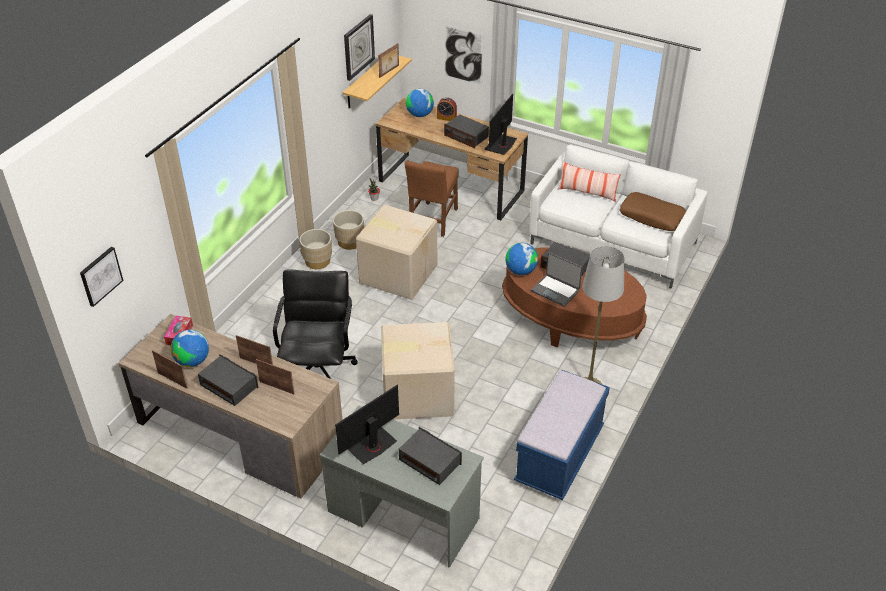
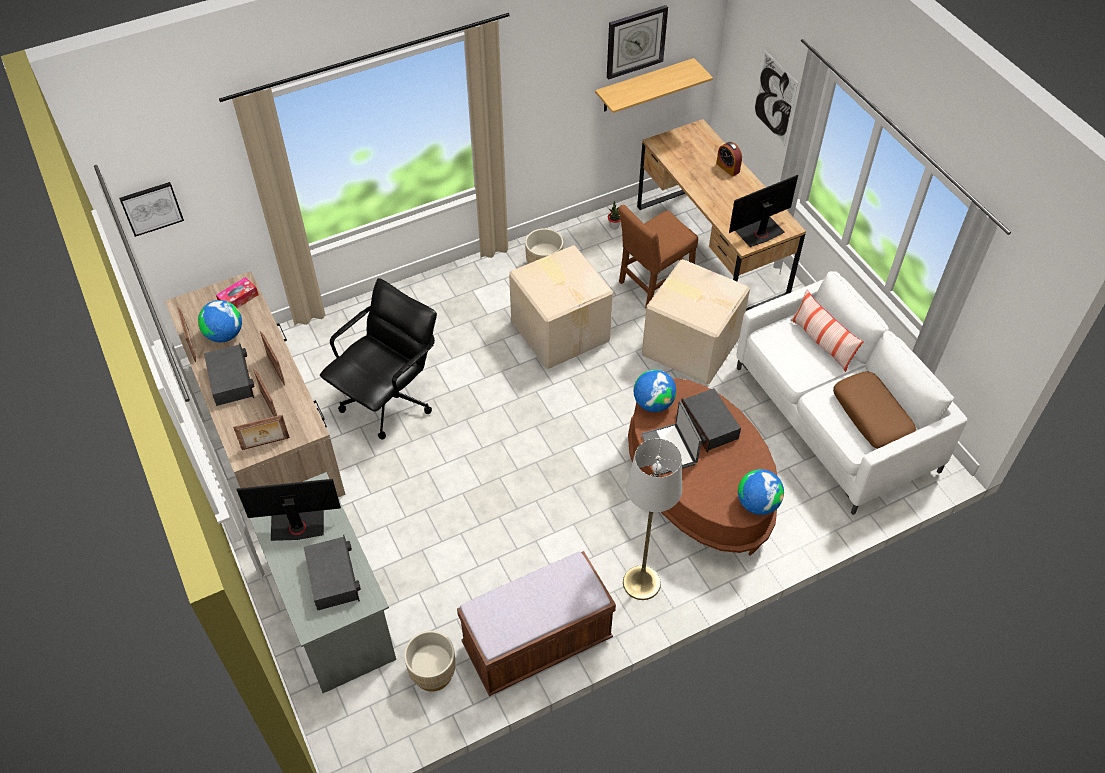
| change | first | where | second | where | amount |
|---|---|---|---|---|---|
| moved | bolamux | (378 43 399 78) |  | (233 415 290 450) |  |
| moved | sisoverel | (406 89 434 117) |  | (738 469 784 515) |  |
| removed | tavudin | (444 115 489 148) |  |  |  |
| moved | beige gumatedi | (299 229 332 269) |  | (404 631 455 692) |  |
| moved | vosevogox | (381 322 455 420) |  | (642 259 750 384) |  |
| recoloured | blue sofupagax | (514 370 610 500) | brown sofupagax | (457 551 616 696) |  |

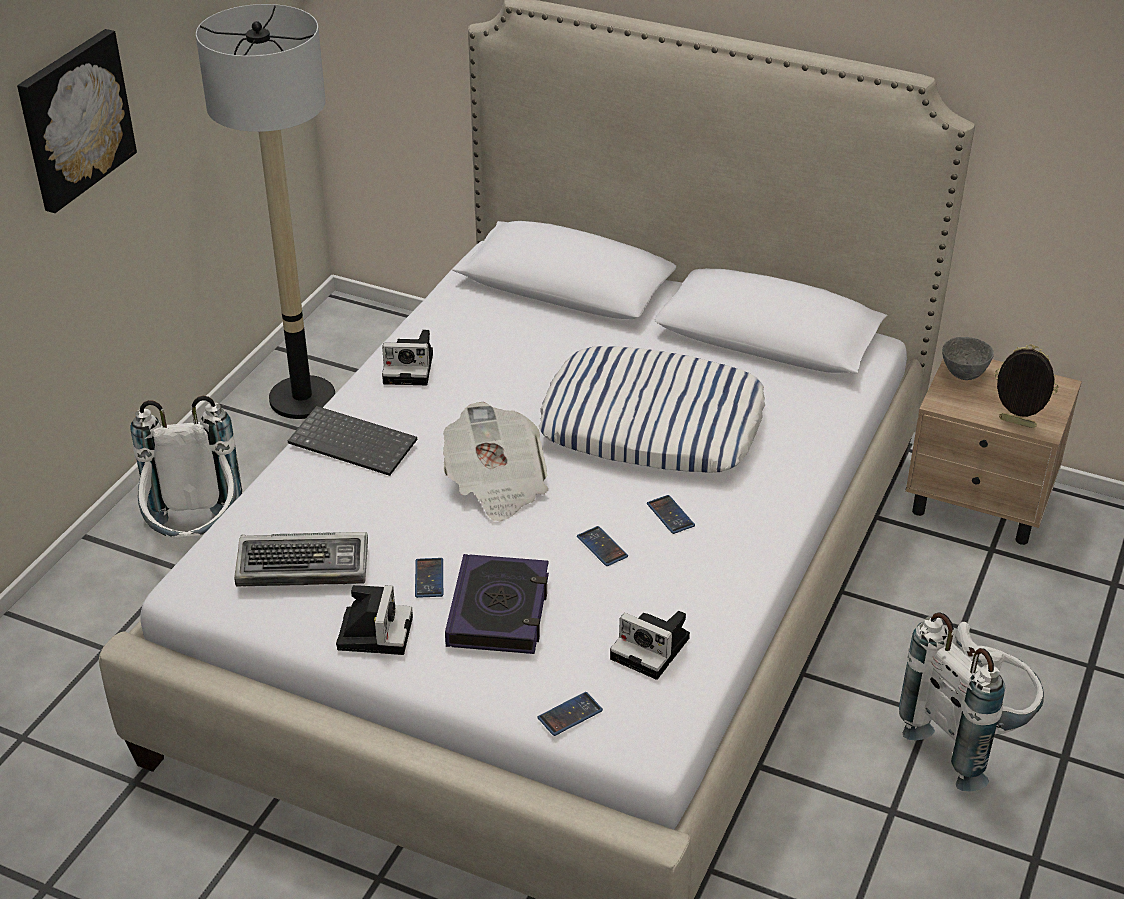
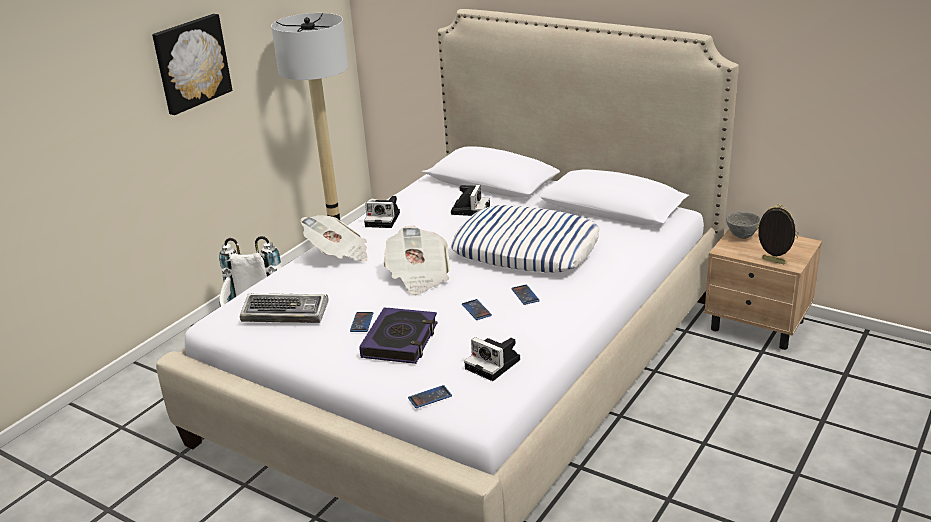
| change | first | where | second | where | amount |
|---|---|---|---|---|---|
| replaced | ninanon | (288 406 418 476) | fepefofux | (300 215 368 261) |  |
| moved | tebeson | (336 585 413 655) |  | (451 185 490 216) |  |
| removed | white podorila | (899 612 1044 792) |  |  |  |

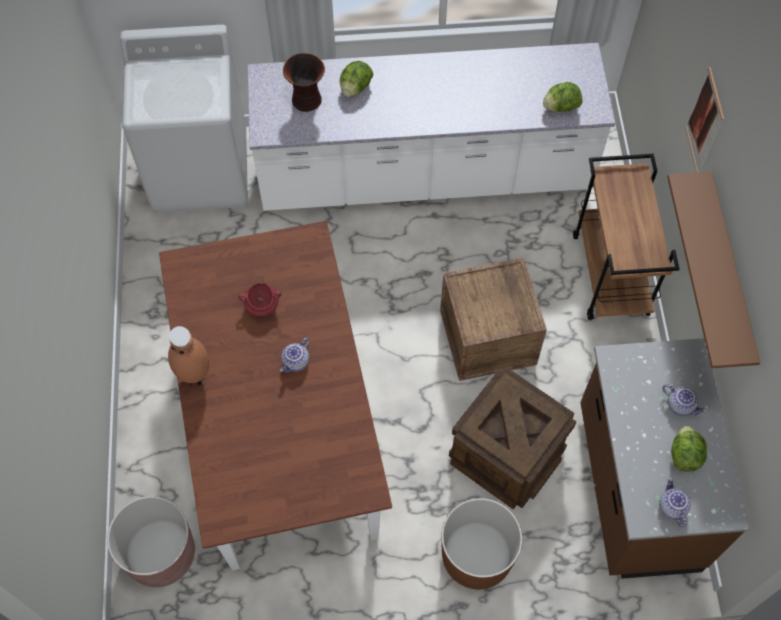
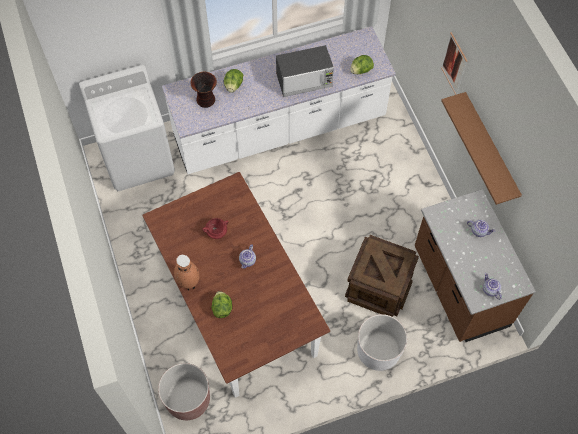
| change | first | where | second | where | amount |
|---|---|---|---|---|---|
| removed | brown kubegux | (573 154 680 320) |  |  |  |
| removed | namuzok | (440 257 547 381) |  |  |  |
| moved | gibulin | (671 426 707 471) |  | (211 291 232 318) |  |
| recoloured | brown gumatedi | (441 498 522 589) | white gumatedi | (357 314 407 371) |  |
| added |  |  | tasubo | (276 45 334 97) |  |

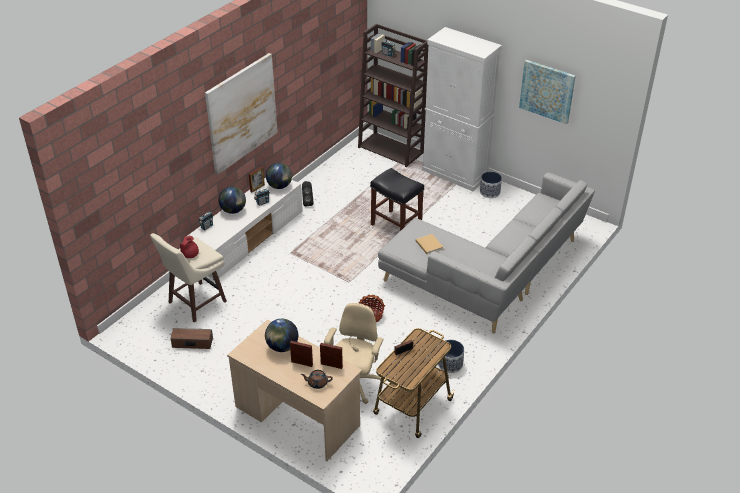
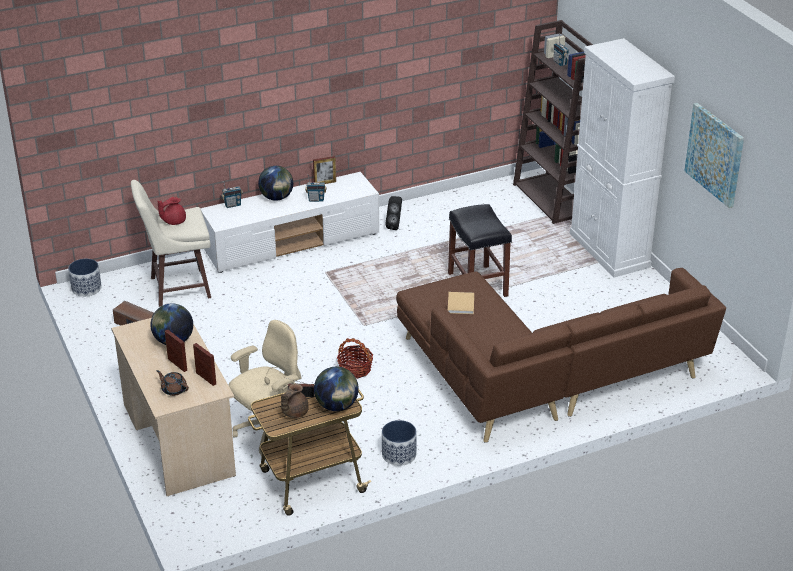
| change | first | where | second | where | amount |
|---|---|---|---|---|---|
| removed | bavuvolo | (205 53 278 175) |  |  |  |
| moved | sisoverel | (266 163 292 189) |  | (314 367 359 411) |  |
| recoloured | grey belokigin | (378 172 595 333) | brown belokigin | (396 268 726 443) |  |
| moved | gumatedi | (480 172 502 198) |  | (68 259 102 297) |  |
| added |  |  | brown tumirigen | (281 384 309 418) |  |

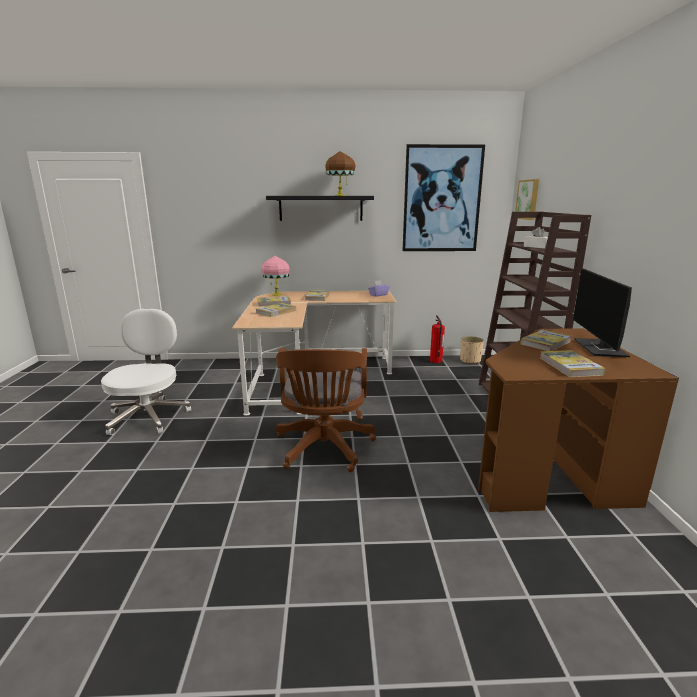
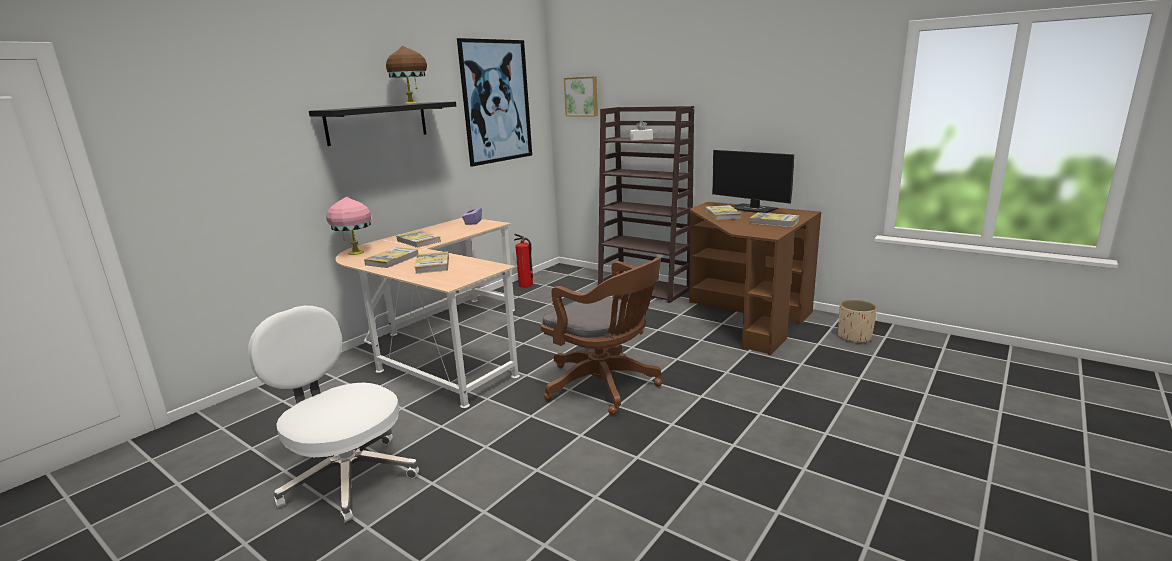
| change | first | where | second | where | amount |
|---|---|---|---|---|---|
| moved | beige gumatedi | (460 336 484 364) |  | (838 299 877 344) |  |

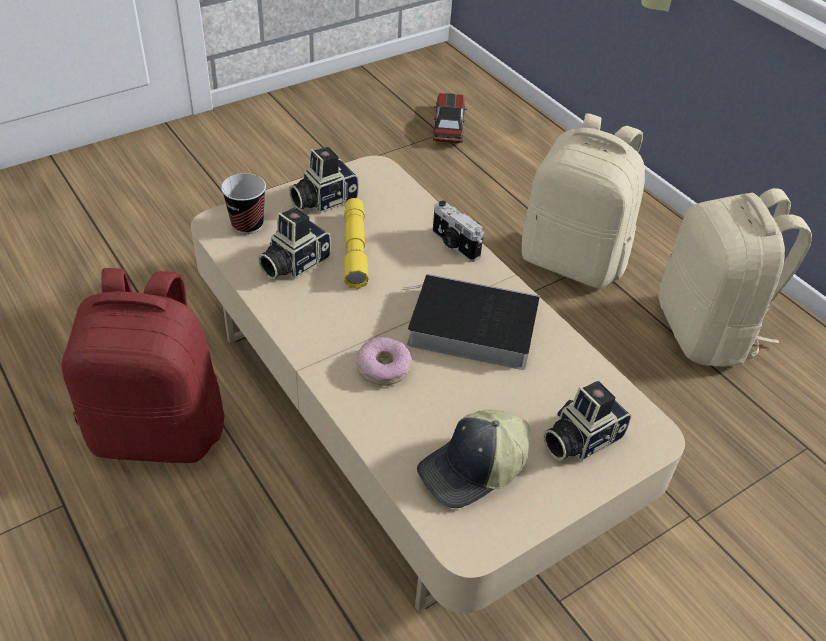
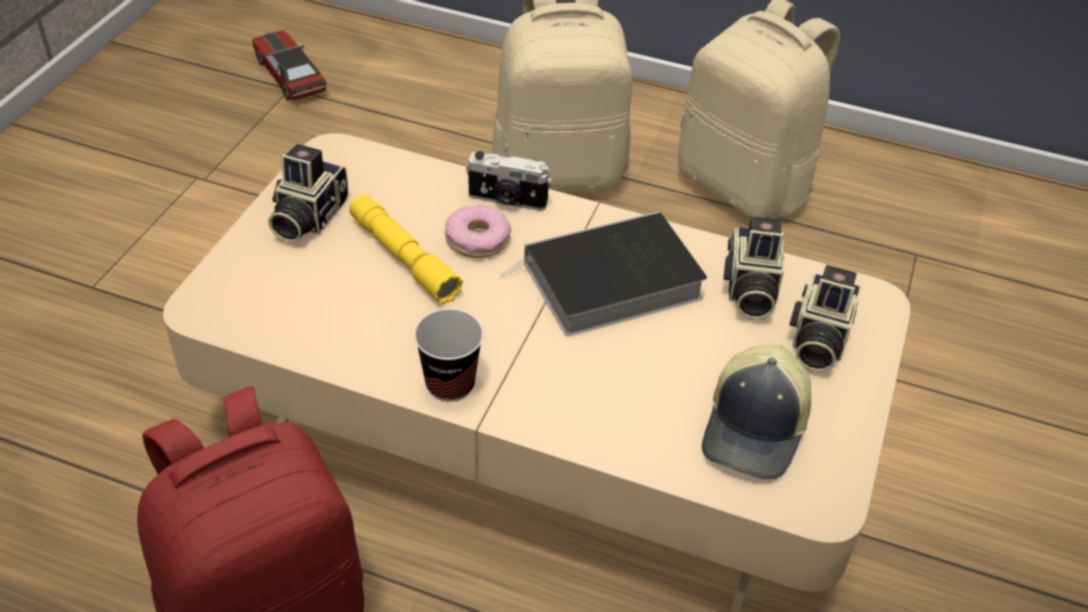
| change | first | where | second | where | amount |
|---|---|---|---|---|---|
| moved | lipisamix | (221 173 266 234) |  | (414 309 484 402) |  |
| moved | tebeson | (258 207 331 279) |  | (723 216 784 319) |  |
| moved | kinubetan | (356 337 411 386) |  | (445 205 511 258) |  |

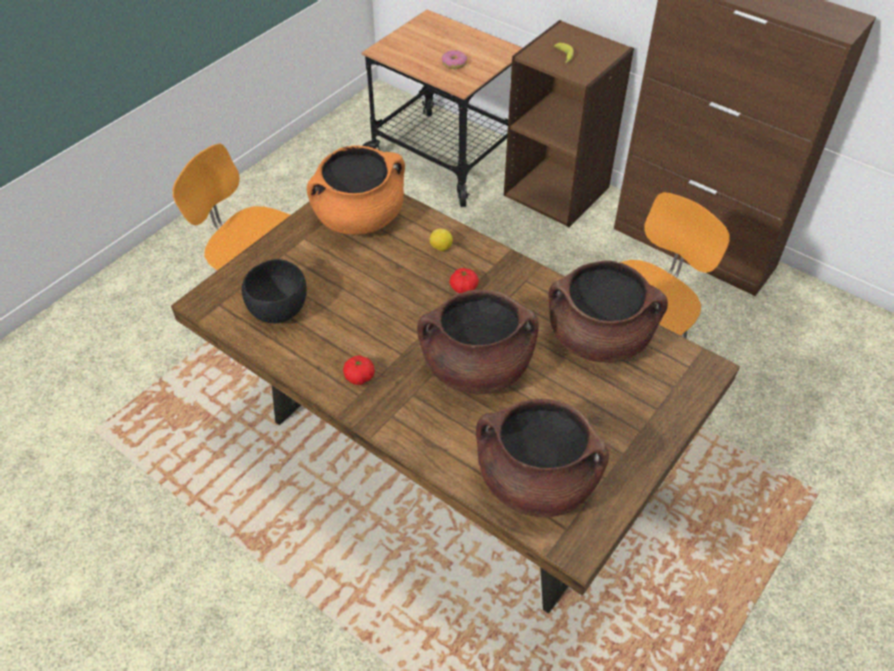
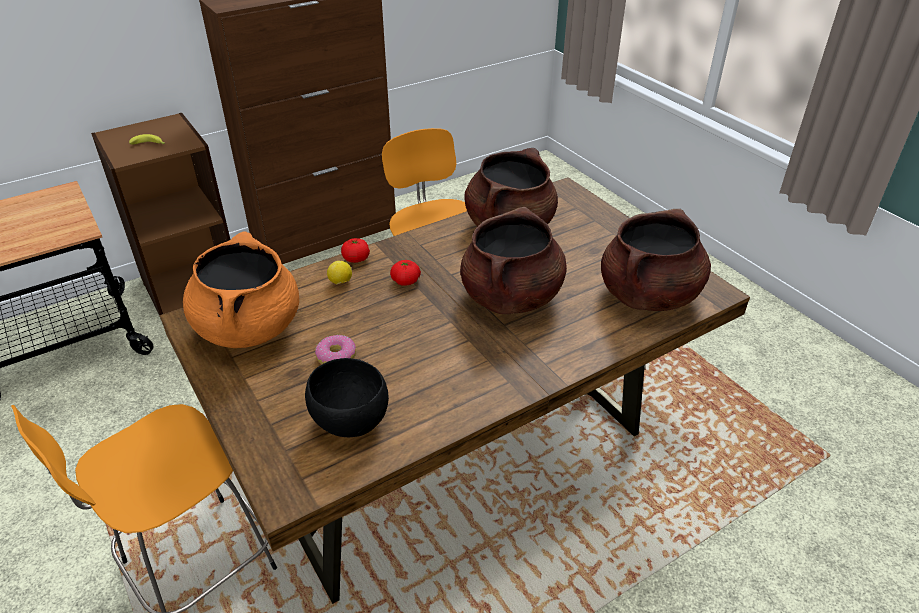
| change | first | where | second | where | amount |
|---|---|---|---|---|---|
| moved | kinubetan | (442 50 467 69) |  | (315 335 356 364) |  |
| moved | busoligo | (343 355 375 385) |  | (341 238 370 263) |  |

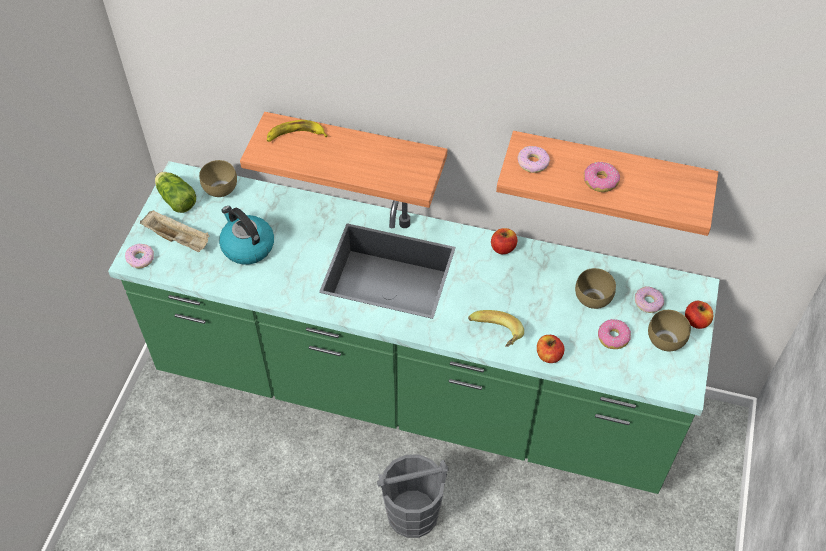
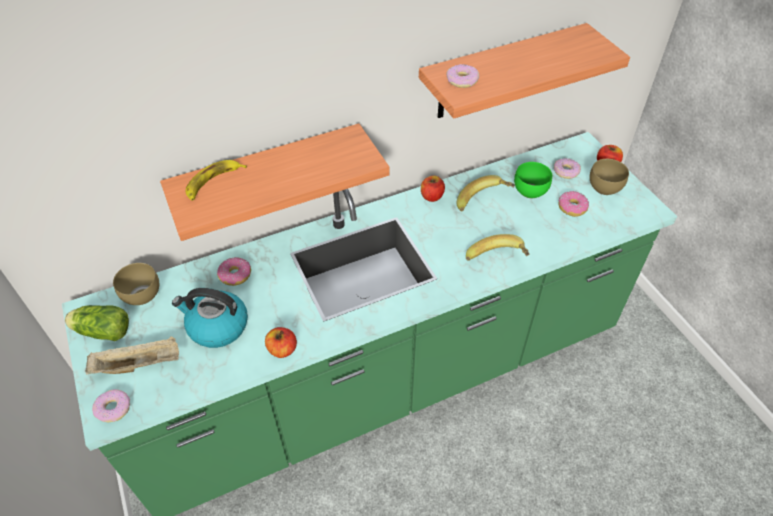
| change | first | where | second | where | amount |
|---|---|---|---|---|---|
| moved | kinubetan | (584 162 620 192) |  | (217 257 251 286) |  |
| recoloured | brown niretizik | (575 268 616 309) | green niretizik | (514 162 552 198) |  |
| moved | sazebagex | (537 335 564 363) |  | (265 327 297 358) |  |
| removed | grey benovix | (377 455 448 538) |  |  |  |
| added |  |  | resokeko | (456 175 515 211) |  |

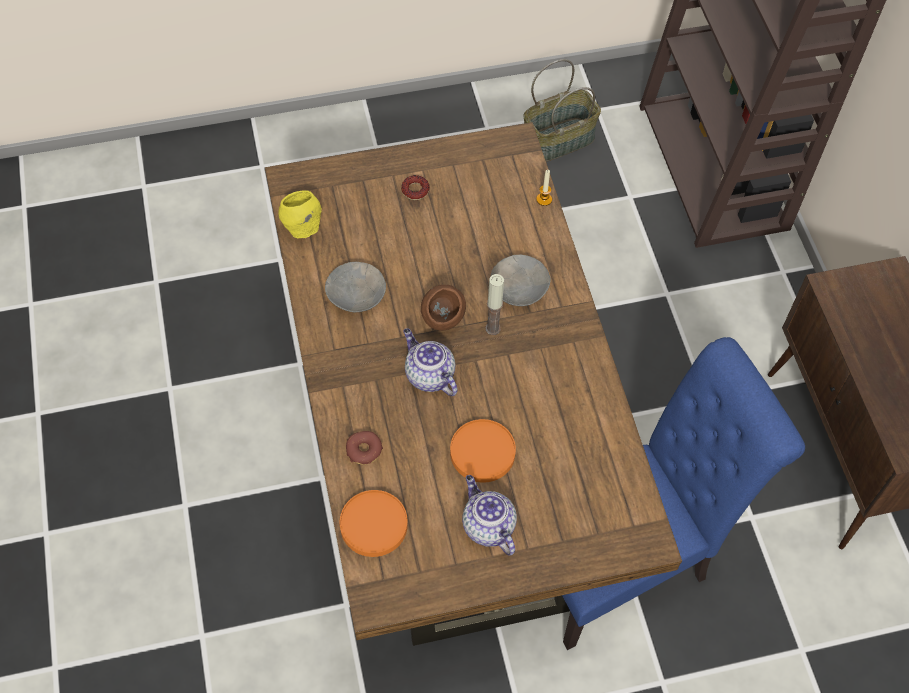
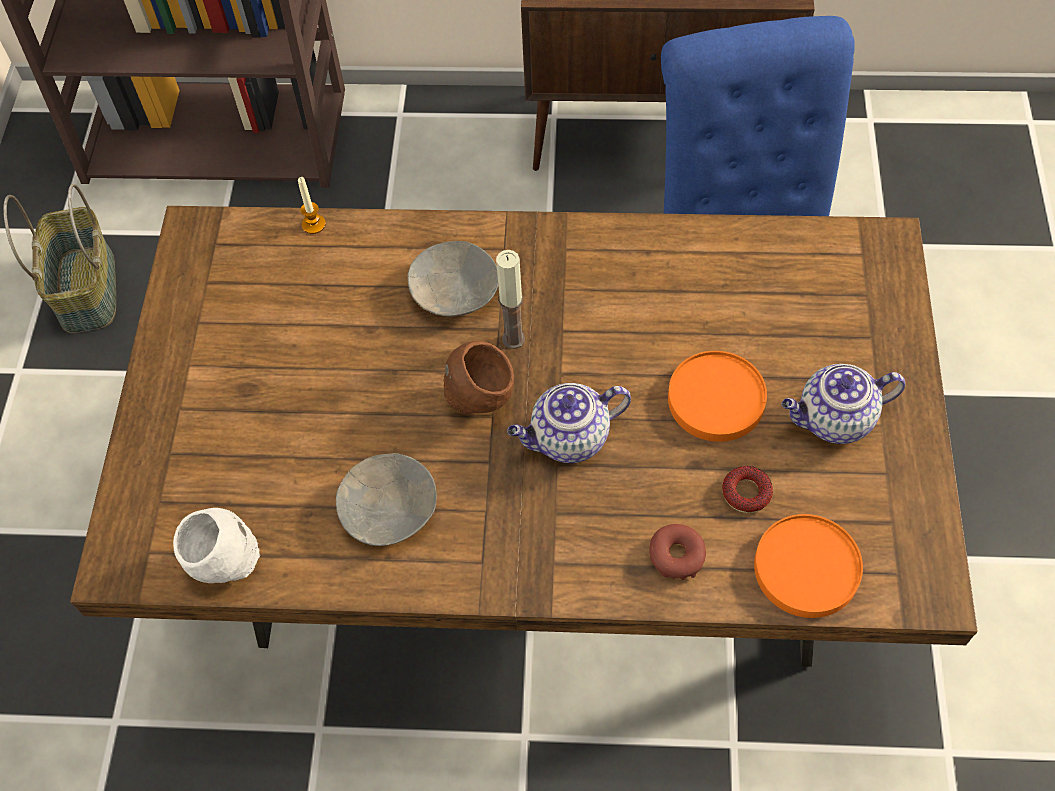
| change | first | where | second | where | amount |
|---|---|---|---|---|---|
| moved | kinubetan | (401 175 430 200) |  | (722 466 773 513) |  |
| recoloured | yellow niretizik | (278 190 322 239) | white niretizik | (173 508 260 583) |  |

